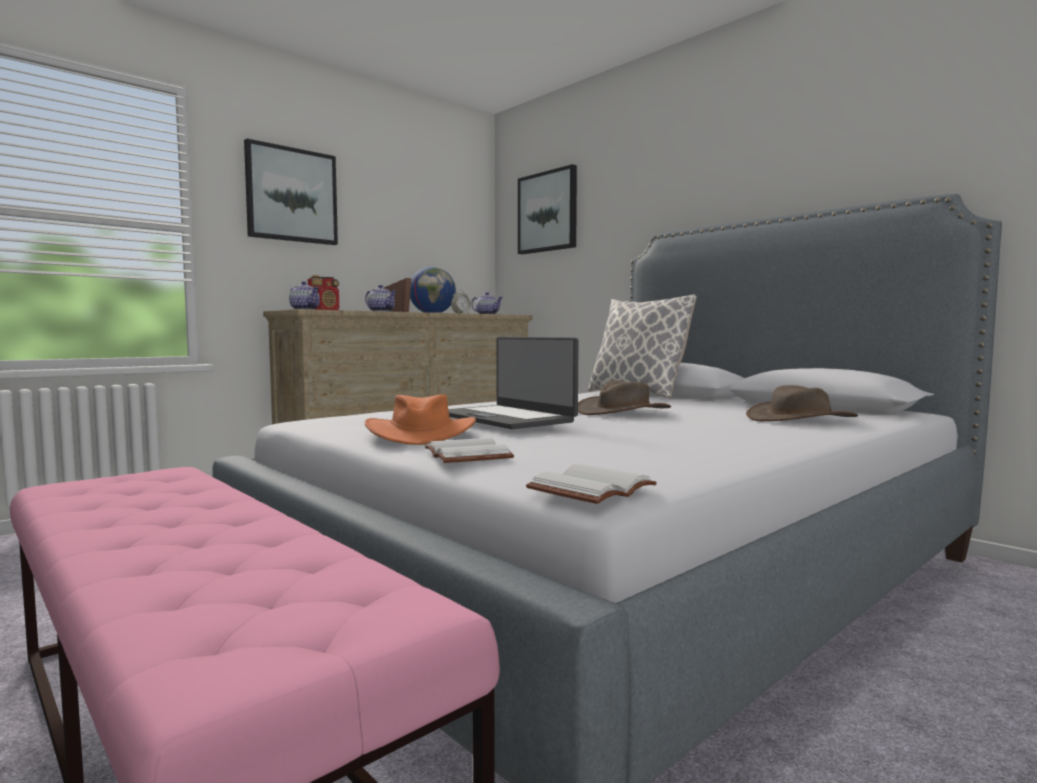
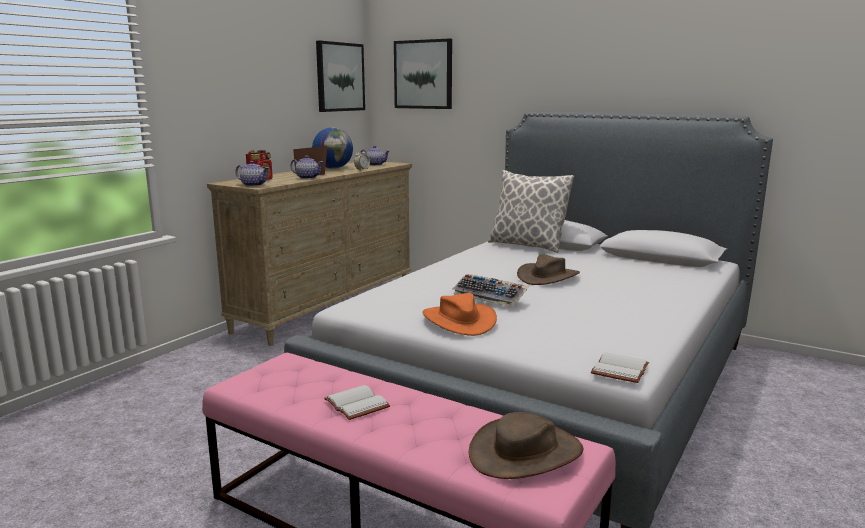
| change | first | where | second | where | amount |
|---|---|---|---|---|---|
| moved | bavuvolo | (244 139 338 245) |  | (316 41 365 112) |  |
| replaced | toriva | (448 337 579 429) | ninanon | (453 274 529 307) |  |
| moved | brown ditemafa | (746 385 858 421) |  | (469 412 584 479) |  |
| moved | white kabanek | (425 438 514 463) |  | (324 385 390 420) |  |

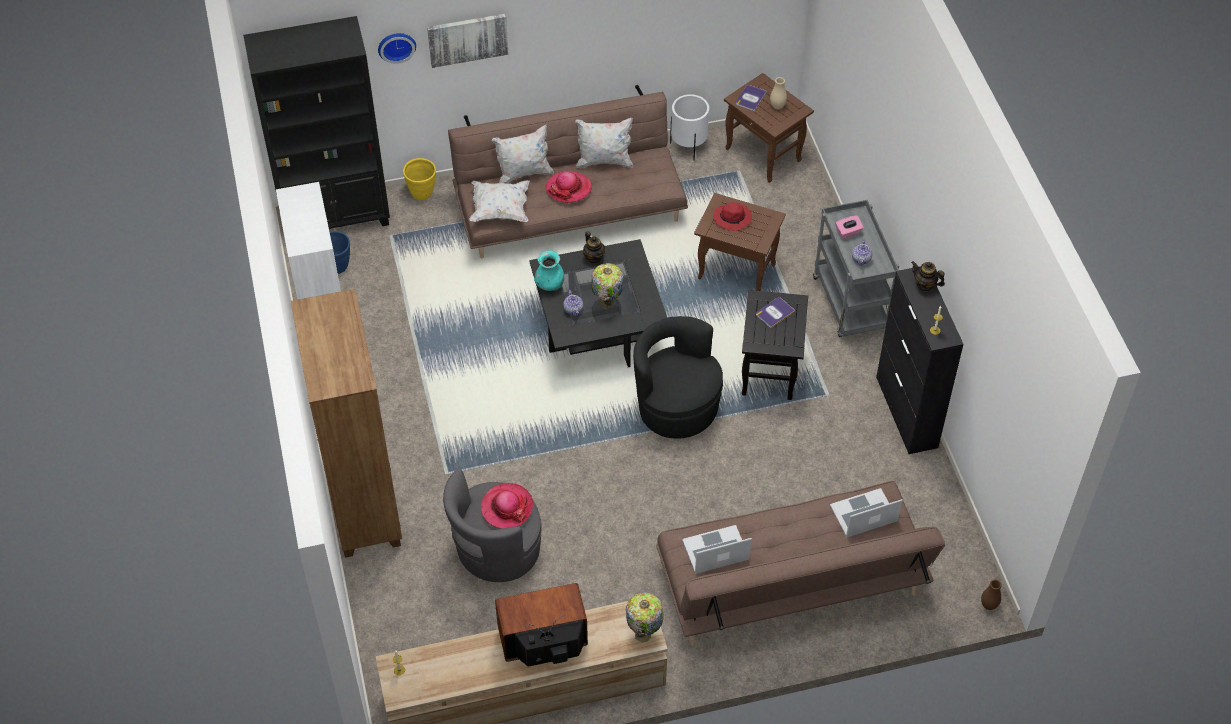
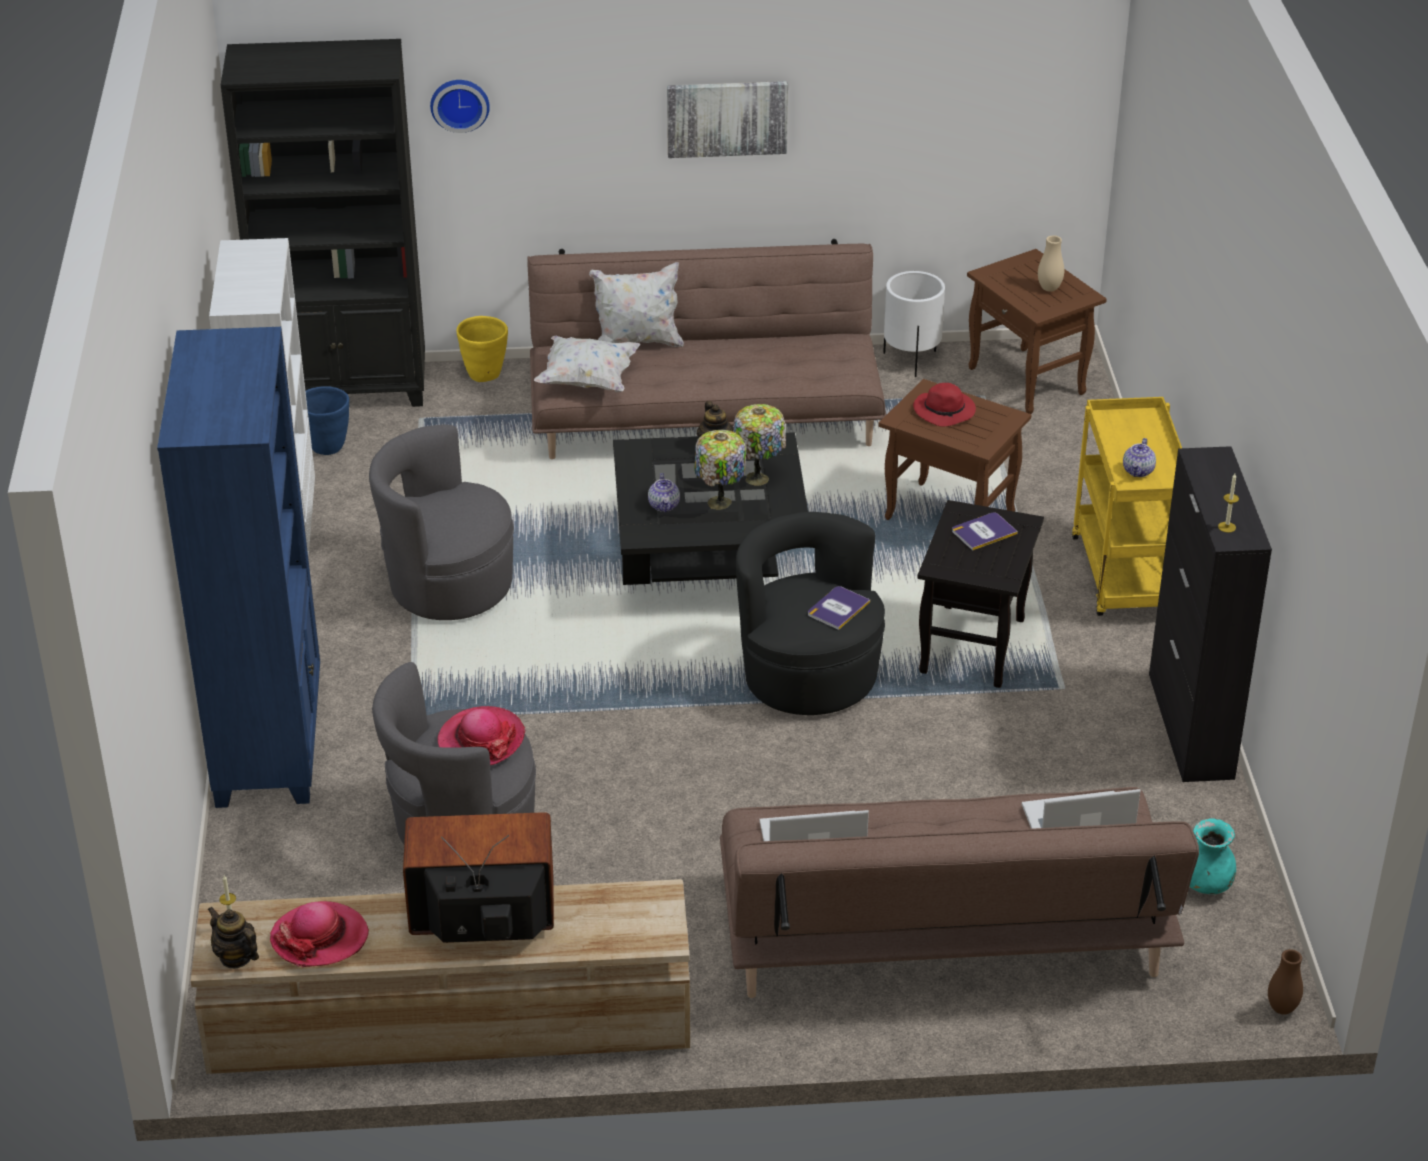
| change | first | where | second | where | amount |
|---|---|---|---|---|---|
| moved | bavuvolo | (427 14 508 68) |  | (667 81 788 158) |  |
| moved | kabanek | (736 85 767 111) |  | (808 586 870 630) |  |
| removed | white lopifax | (575 118 633 169) |  |  |  |
| moved | ditemafa | (546 171 592 203) |  | (270 901 369 967) |  |
| recoloured | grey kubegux | (813 200 899 337) | yellow kubegux | (1072 397 1182 616) |  |
| removed | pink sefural | (835 215 863 239) |  |  |  |
| moved | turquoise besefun | (534 250 564 291) |  | (1189 818 1236 894) |  |
| moved | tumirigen | (911 261 945 292) |  | (207 907 259 969) |  |
| recoloured | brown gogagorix | (290 289 402 558) | blue gogagorix | (157 327 320 808) |  |
| moved | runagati | (626 593 663 642) |  | (734 404 786 486) |  |
| added |  |  | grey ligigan | (369 425 514 620) |  |

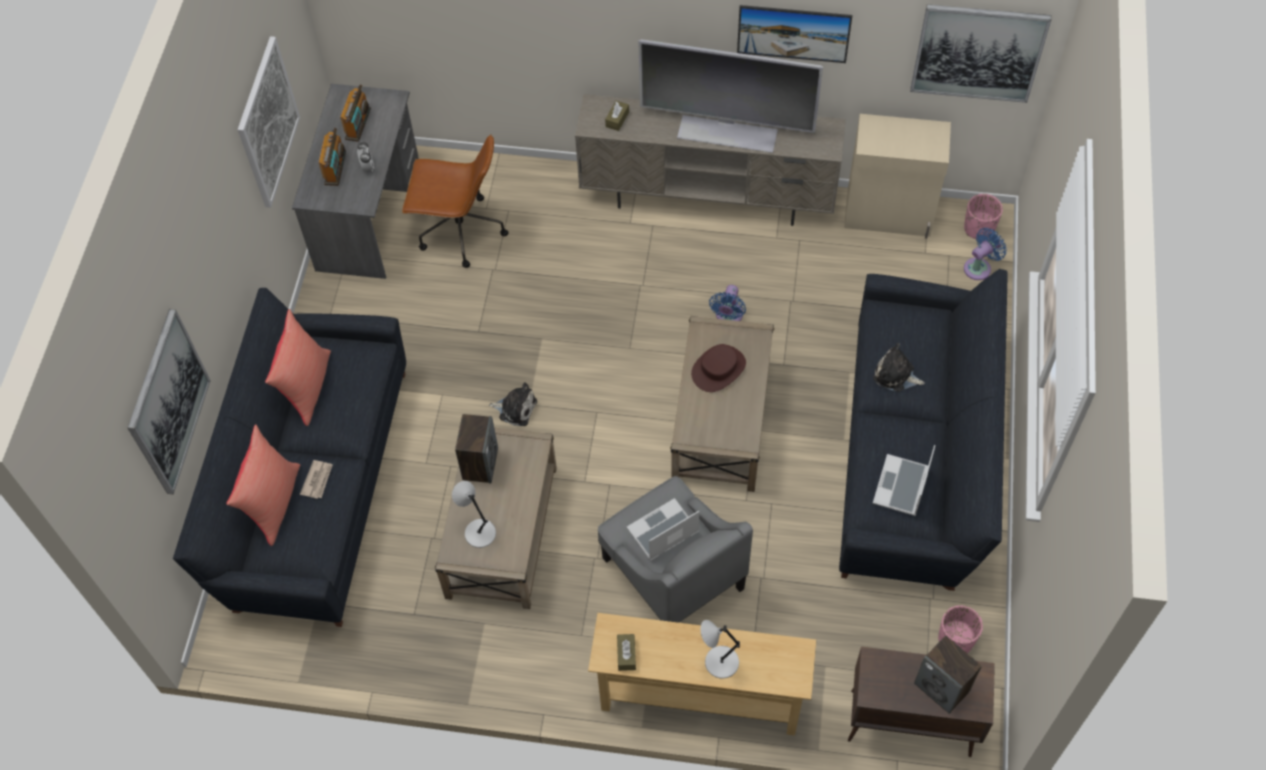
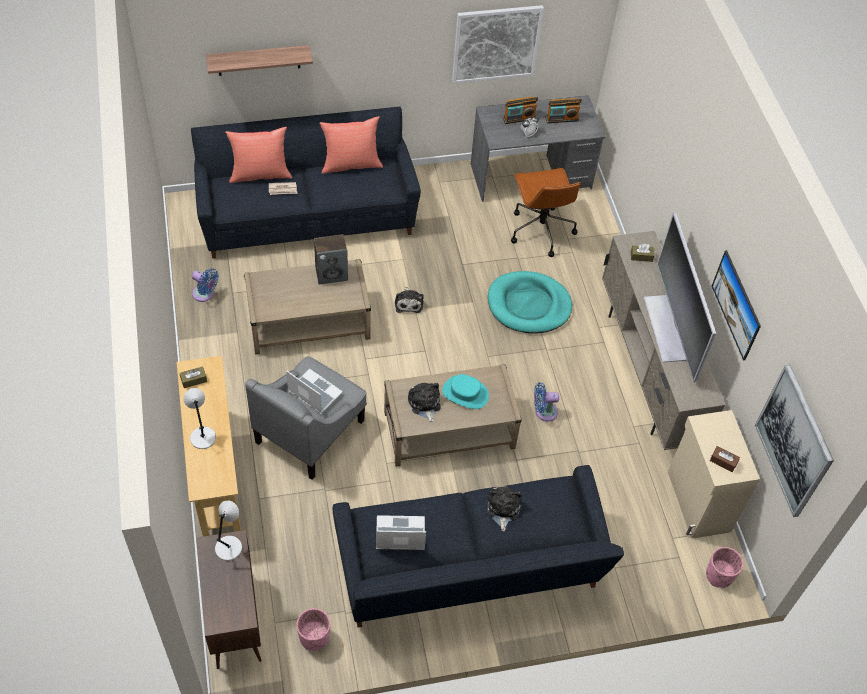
| change | first | where | second | where | amount |
|---|---|---|---|---|---|
| moved | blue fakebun | (964 228 1007 280) |  | (192 268 219 302) |  |
| replaced | bavuvolo | (128 309 210 495) | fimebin | (206 45 313 76) |  |
| recoloured | brown ditemafa | (691 344 746 392) | turquoise ditemafa | (442 374 489 409) |  |
| moved | grey runagati | (452 481 496 548) |  | (215 500 242 561) |  |
| removed | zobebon | (914 636 982 714) |  |  |  |
| added |  |  | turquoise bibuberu | (488 271 572 334) |  |
| added |  |  | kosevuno | (408 383 441 423) |  |
| added |  |  | brown sefural | (710 446 740 472) |  |

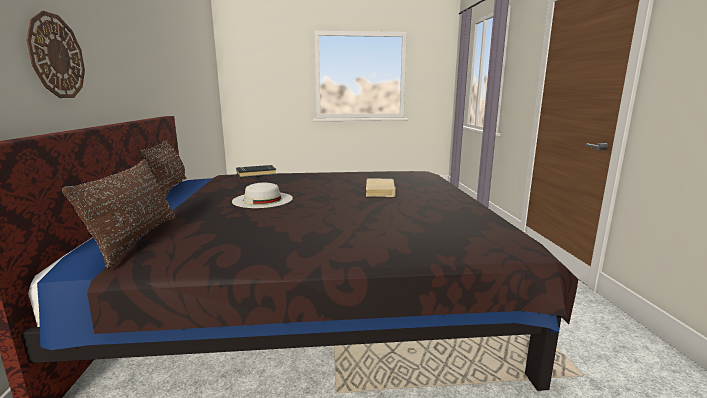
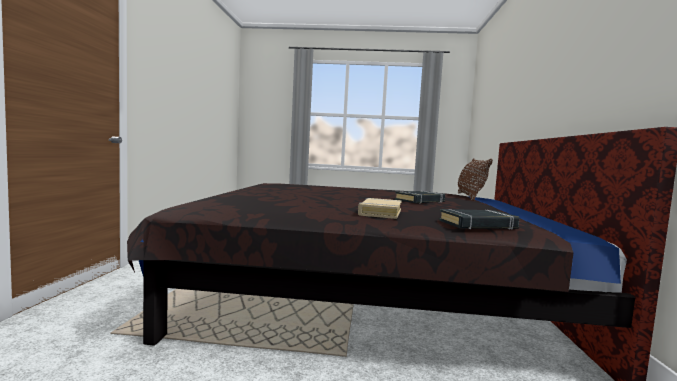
| change | first | where | second | where | amount |
|---|---|---|---|---|---|
| removed | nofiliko | (26 11 85 98) |  |  |  |
| removed | brown lopifax | (138 140 186 198) |  |  |  |
| moved | beige kabanek | (366 178 396 197) |  | (358 198 402 219) |  |
| replaced | white ditemafa | (232 183 293 208) | black kabanek | (395 191 445 204) |  |

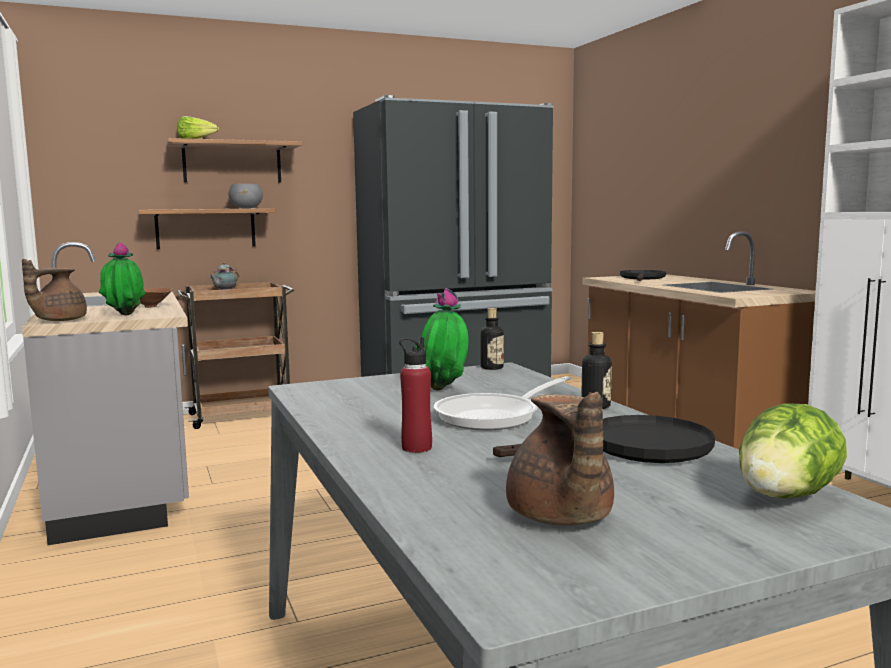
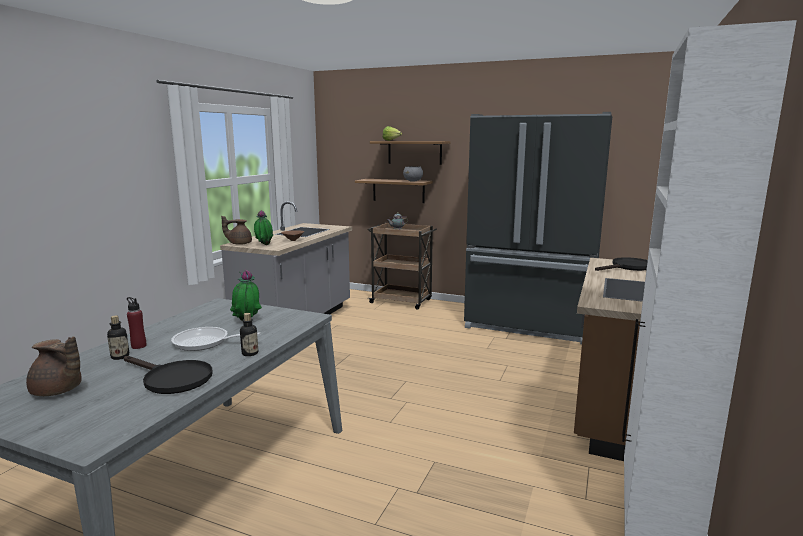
| change | first | where | second | where | amount |
|---|---|---|---|---|---|
| moved | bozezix | (480 308 504 370) |  | (107 316 129 360) |  |
| turned | brown tumirigen | (506 392 614 526) |  | (26 336 82 396) | 105 degrees counterclockwise |
| removed | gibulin | (739 403 847 499) |  |  |  |

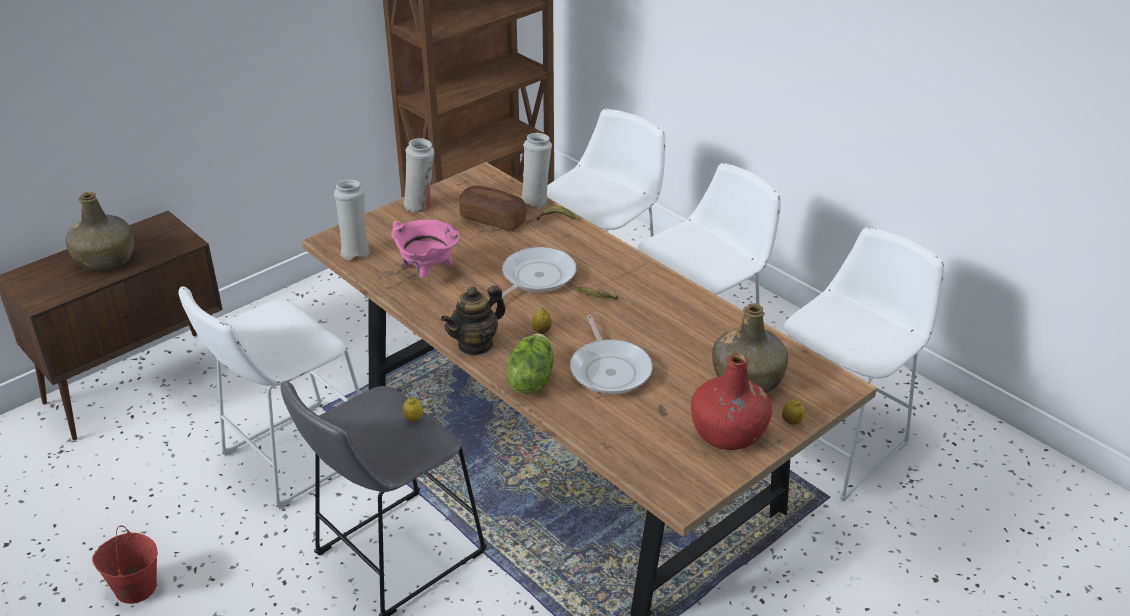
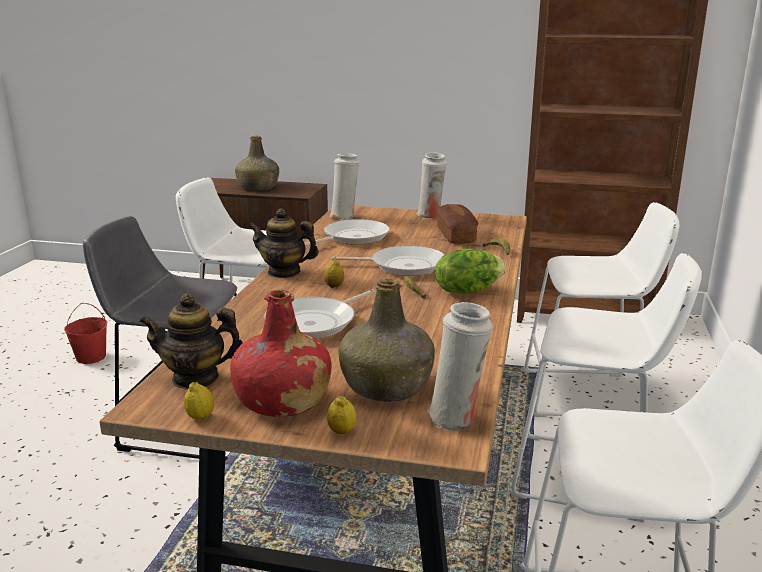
| change | first | where | second | where | amount |
|---|---|---|---|---|---|
| moved | white besefun | (521 133 552 209) |  | (427 302 493 430) |  |
| replaced | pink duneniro | (391 220 460 278) | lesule | (305 219 390 246) |  |
| moved | gibulin | (506 333 554 394) |  | (435 249 506 294) |  |
| moved | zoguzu | (403 397 423 421) |  | (184 382 214 419) |  |
| added |  |  | tumirigen | (139 294 243 389) |  |

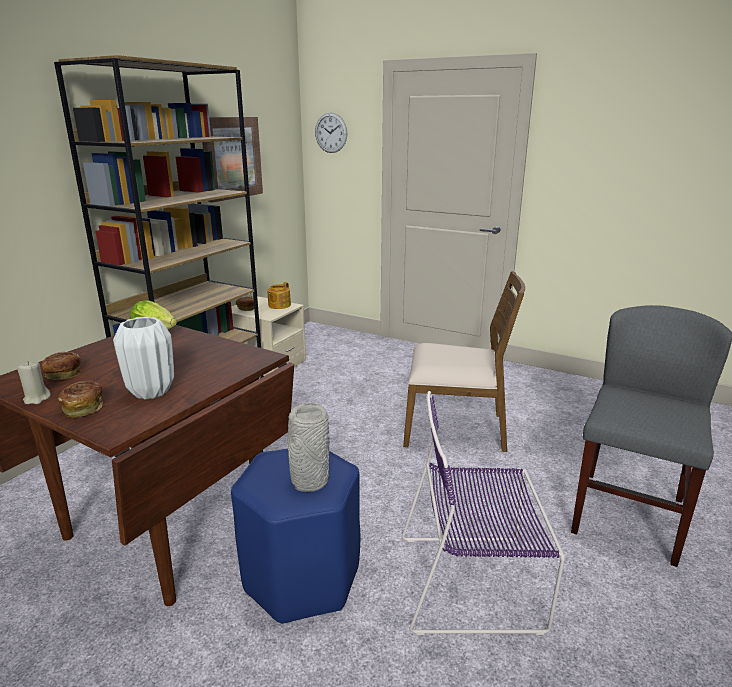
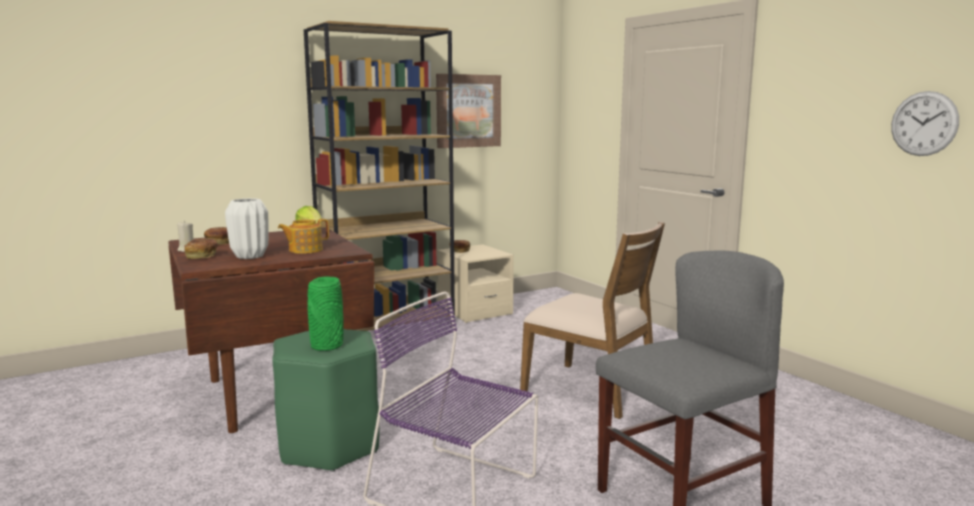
| change | first | where | second | where | amount |
|---|---|---|---|---|---|
| moved | nofiliko | (315 112 347 153) |  | (891 91 959 156) |  |
| moved | tumirigen | (267 282 291 309) |  | (278 219 329 254) |  |
| recoloured | grey besefun | (288 403 330 492) | green besefun | (308 276 344 351) |  |
| recoloured | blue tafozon | (231 449 360 624) | green tafozon | (272 329 380 472) |  |

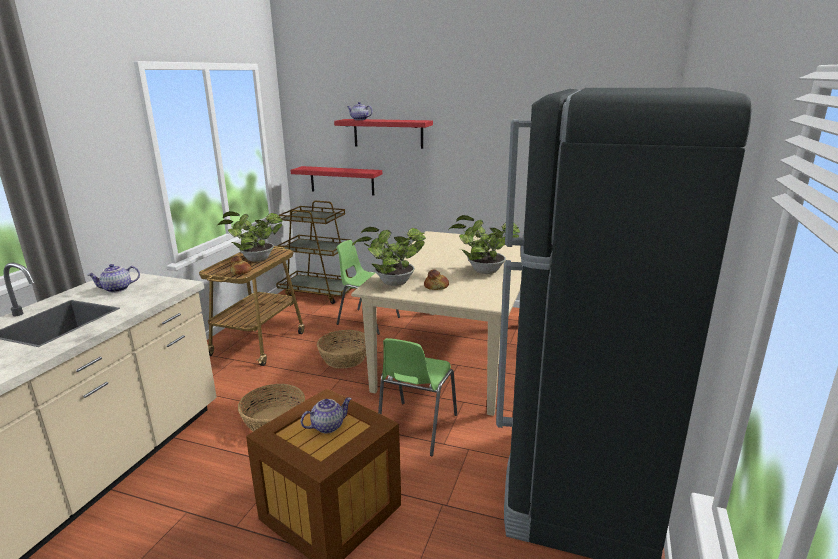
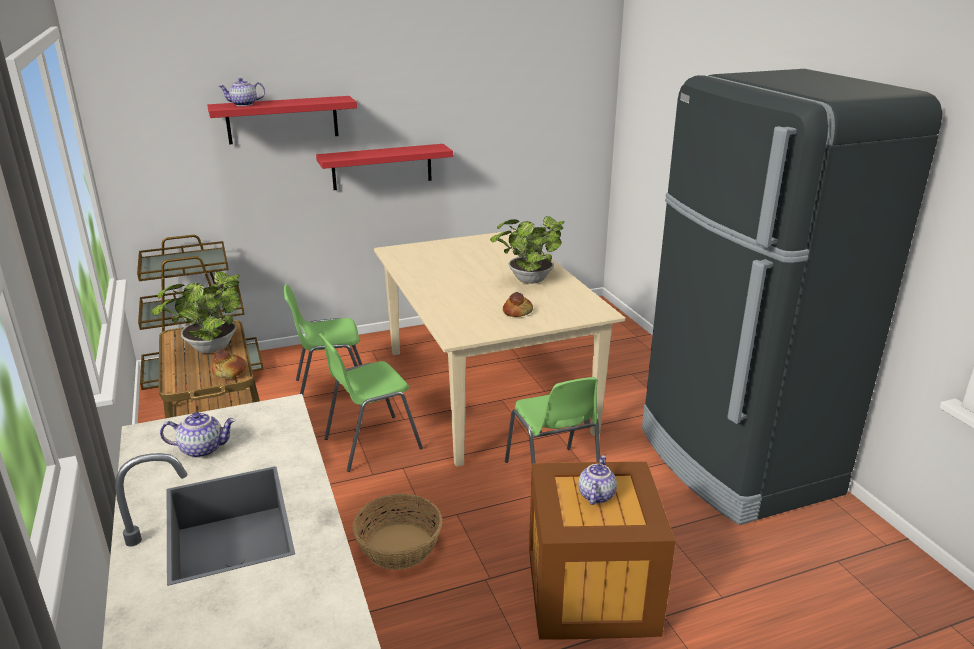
| change | first | where | second | where | amount |
|---|---|---|---|---|---|
| moved | red fimebin | (290 166 382 196) |  | (316 144 453 190) |  |
| removed | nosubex | (352 227 426 286) |  |  |  |
| turned | tumirigen | (87 264 140 293) |  | (160 412 236 458) | 120 degrees counterclockwise |
| replaced | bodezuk | (317 330 366 369) | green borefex | (318 333 423 472) |  |

